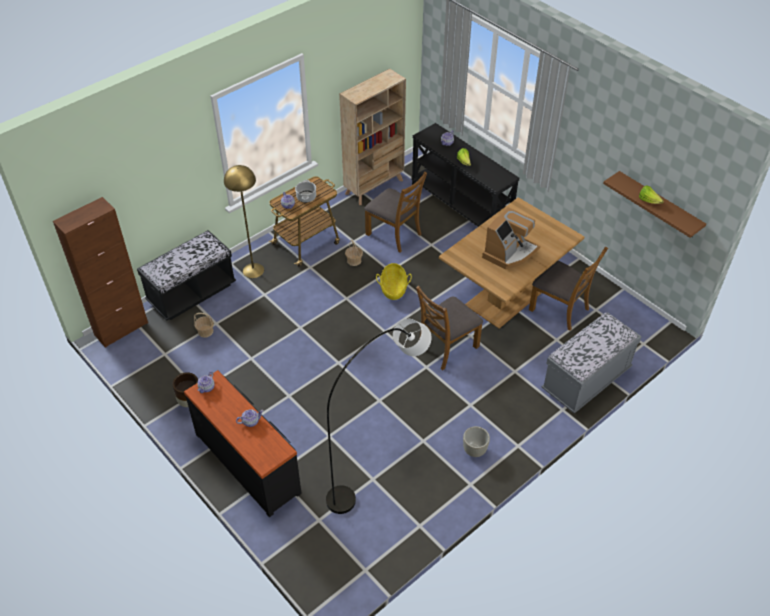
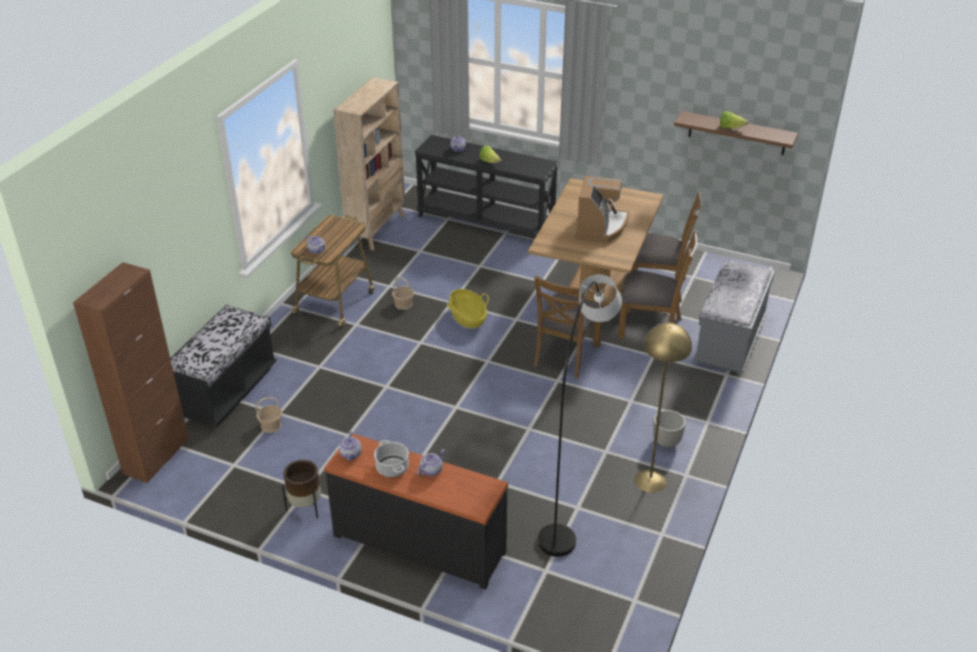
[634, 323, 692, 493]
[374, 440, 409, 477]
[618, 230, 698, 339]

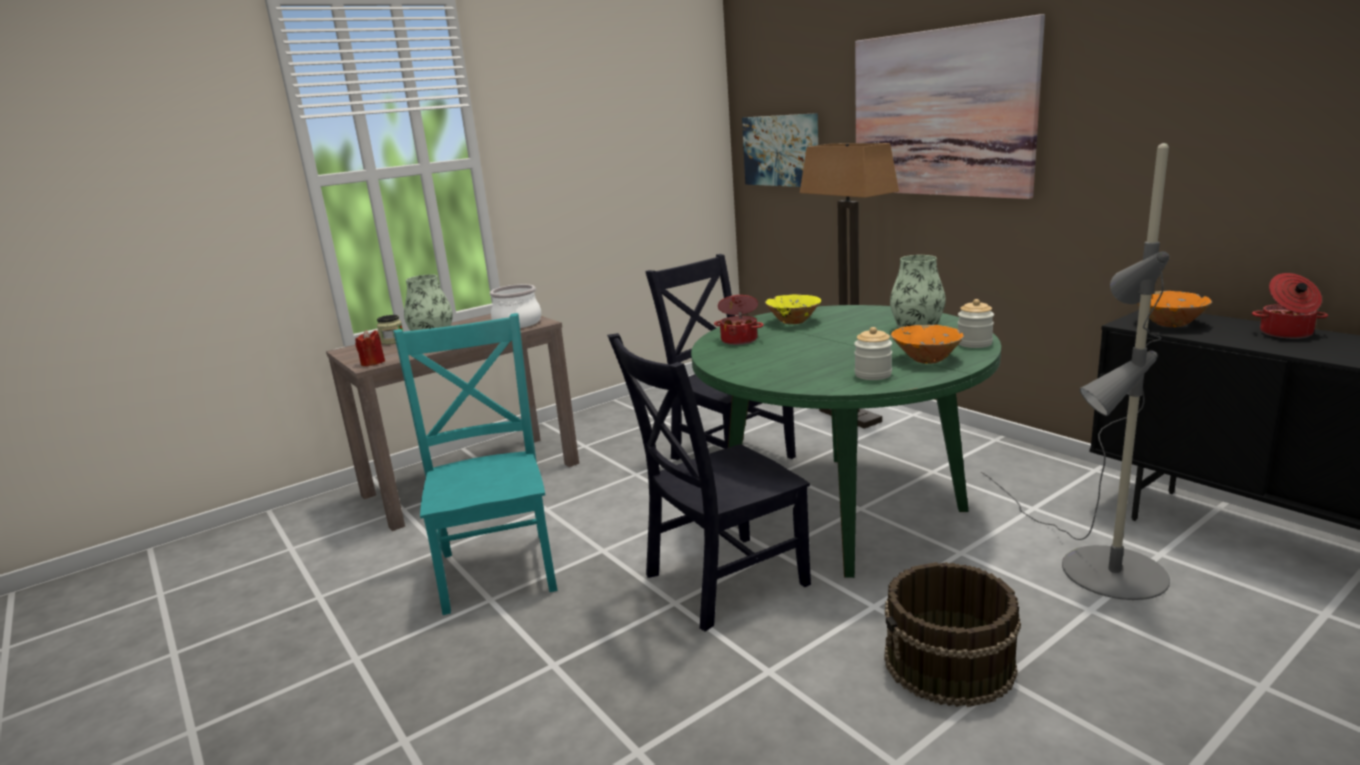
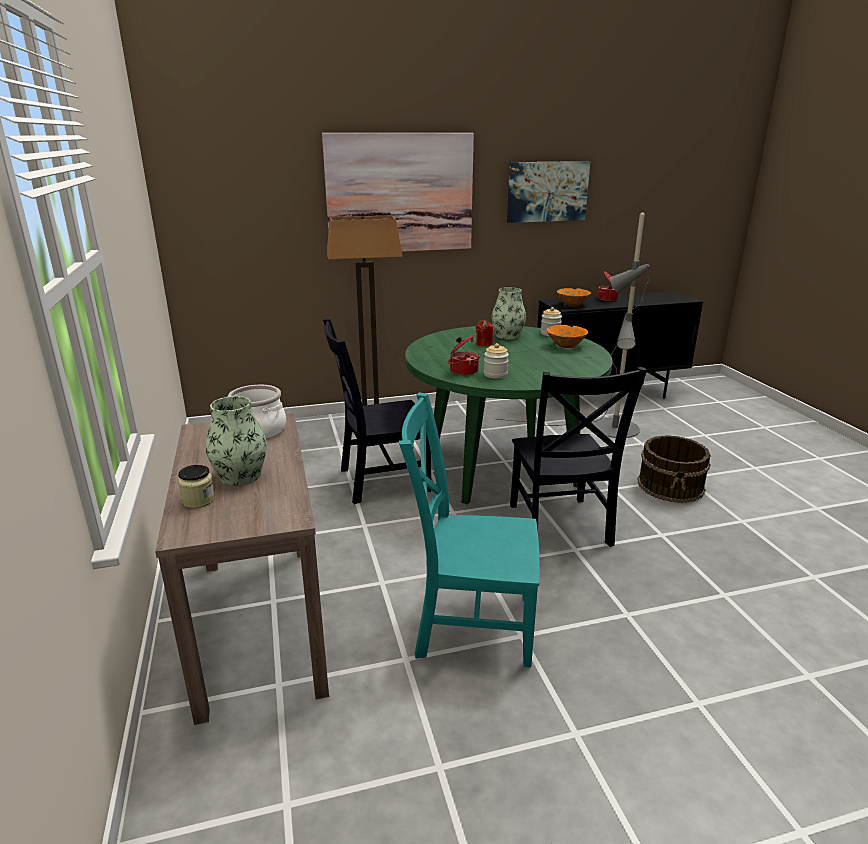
[765, 295, 821, 324] (first image)
[476, 320, 493, 346]
[507, 161, 590, 223]
[484, 343, 509, 379]

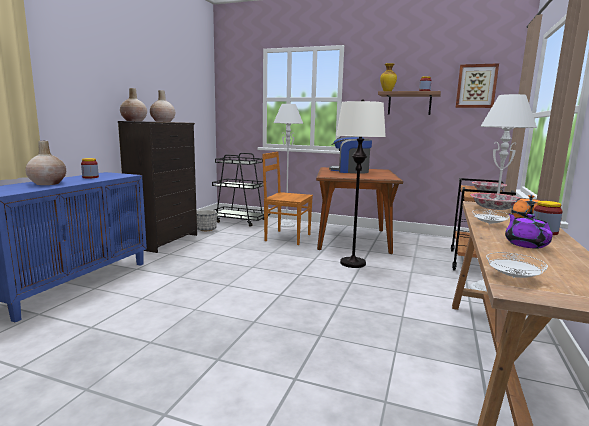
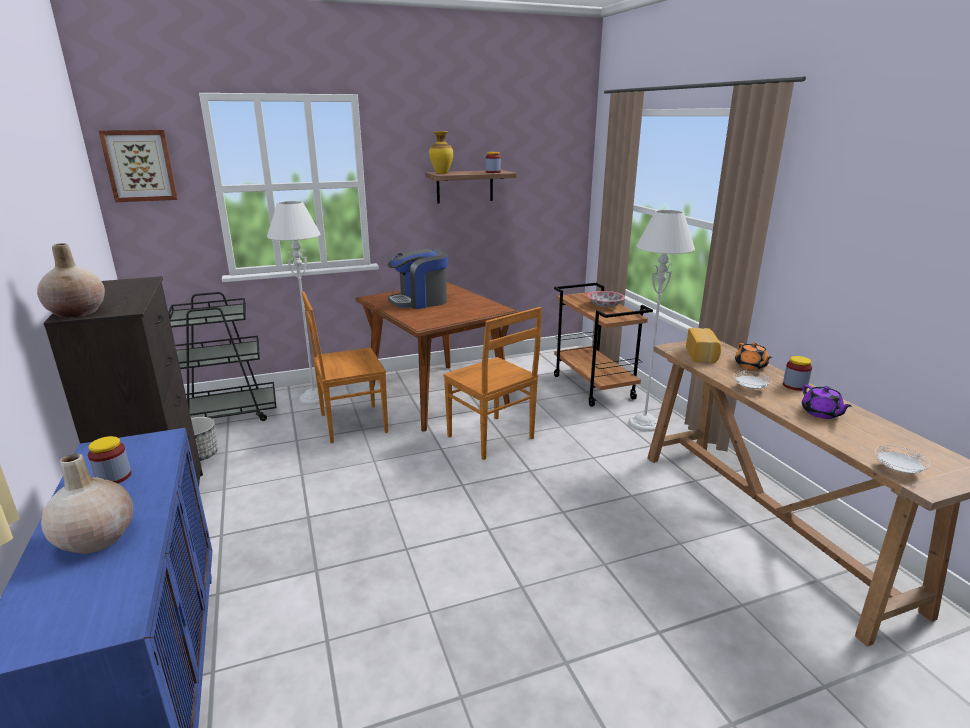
[150, 90, 175, 122] (first image)
[98, 130, 178, 202]
[443, 307, 542, 460]
[686, 328, 721, 363]
[802, 385, 852, 419]

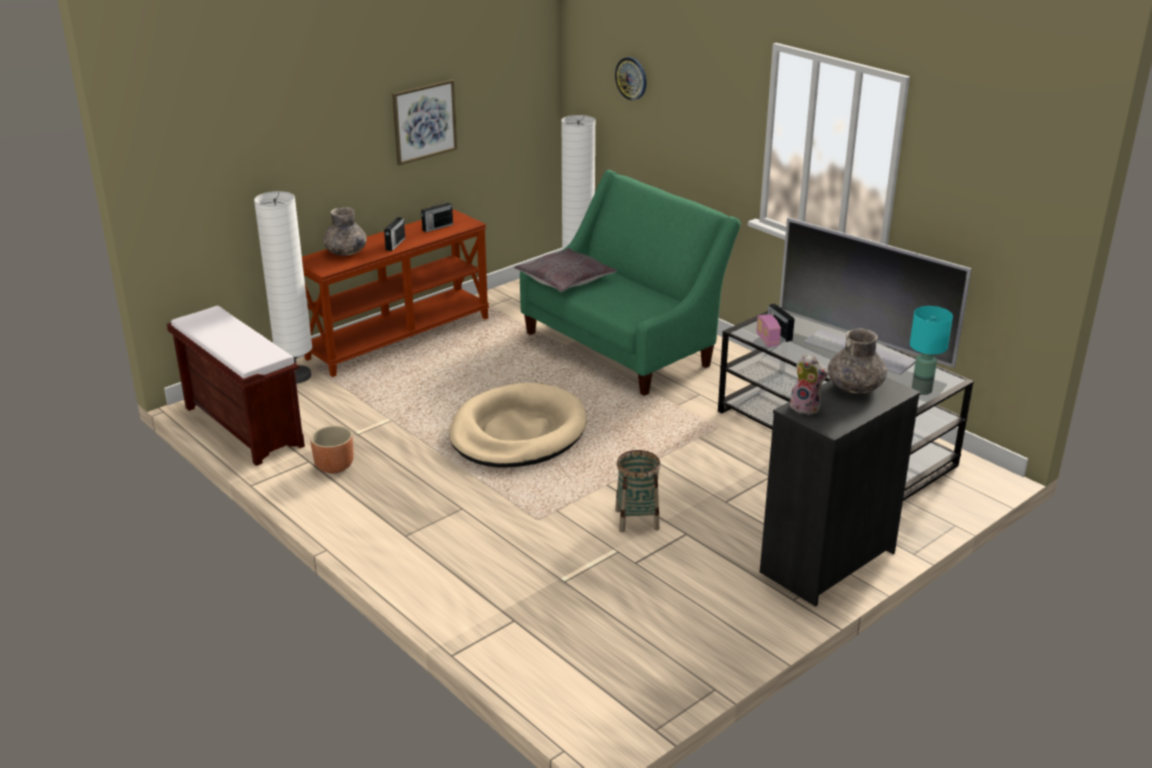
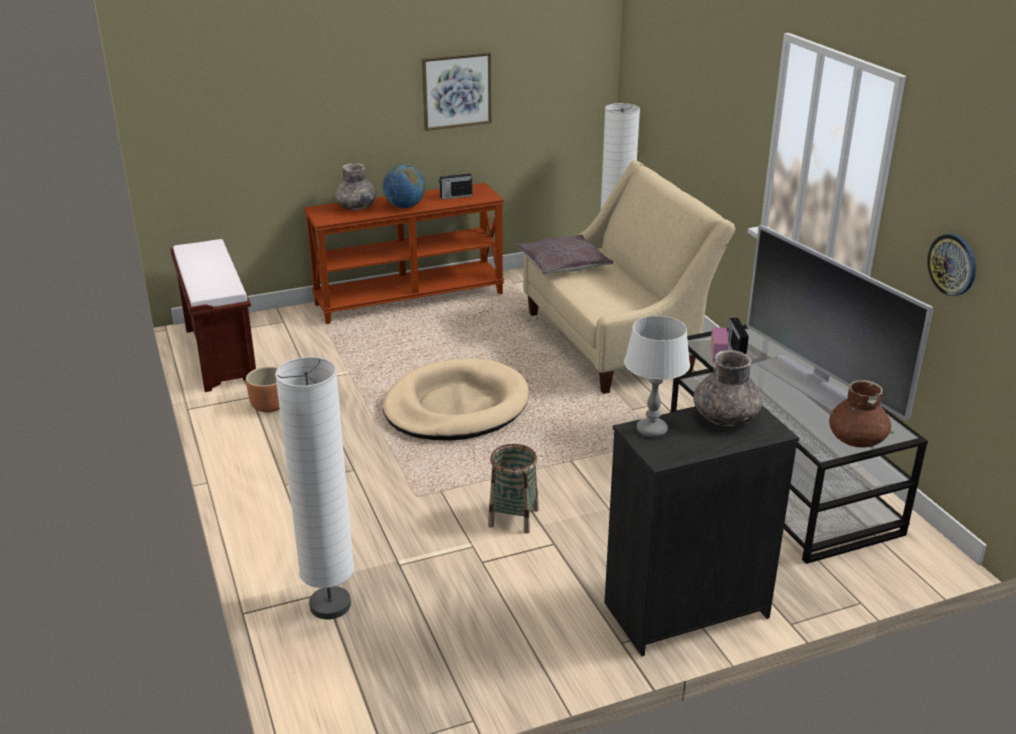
[275, 357, 354, 619]
[927, 234, 976, 296]
[383, 165, 426, 208]
[624, 316, 690, 437]
[829, 380, 891, 447]
[523, 160, 735, 394]

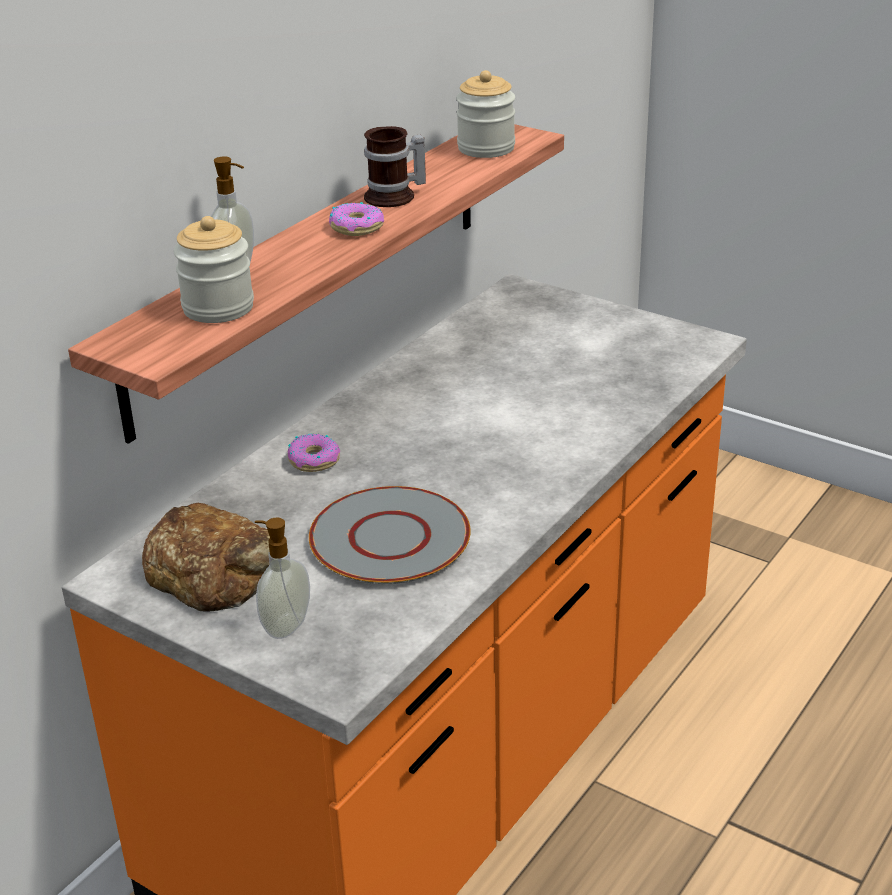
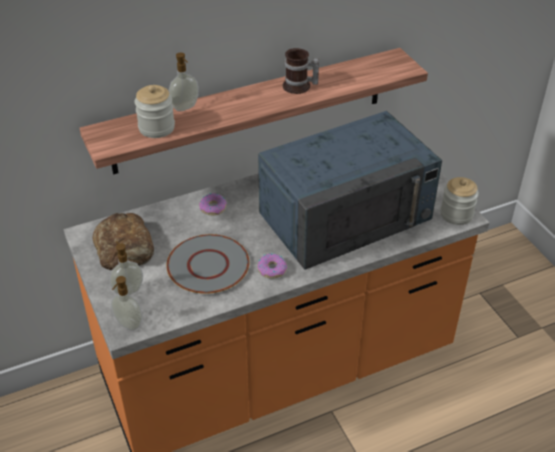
[111, 276, 142, 330]
[258, 111, 442, 270]
[258, 253, 287, 279]
[440, 177, 479, 225]

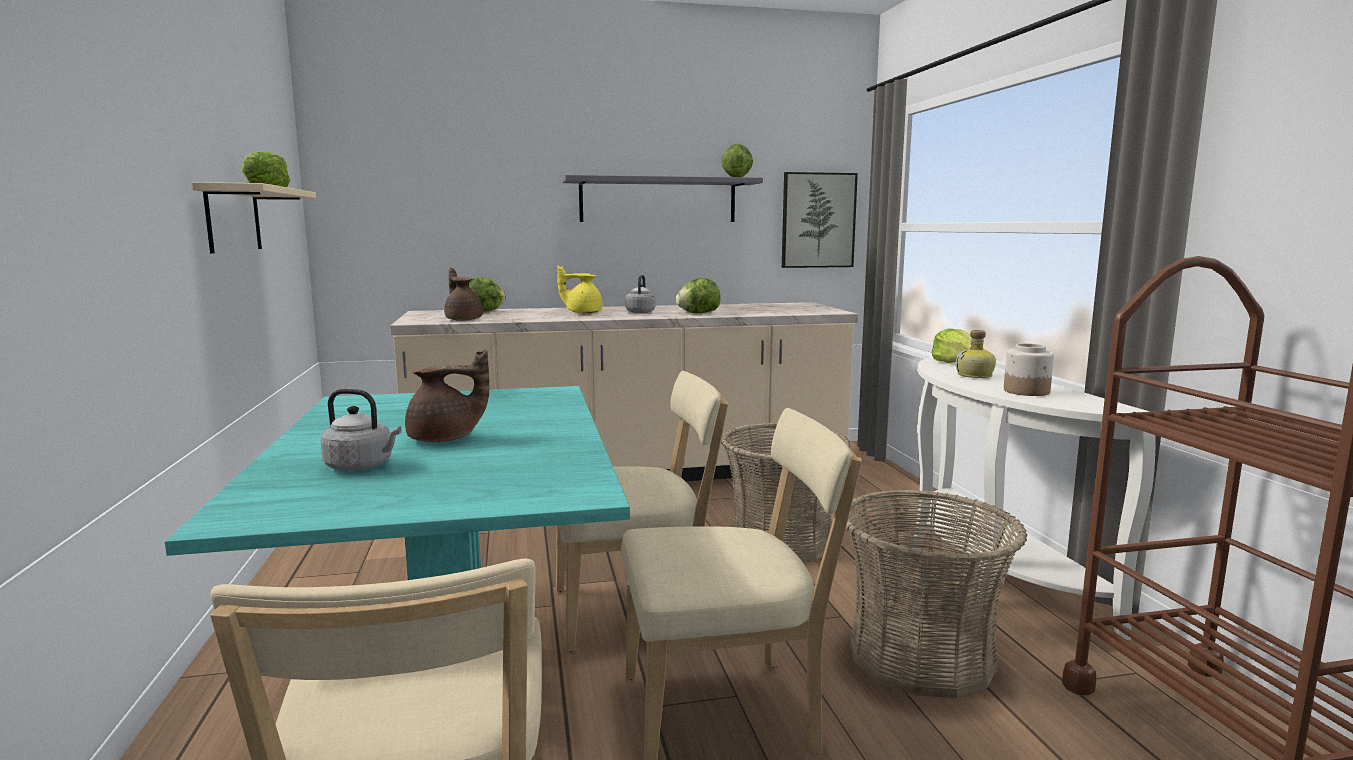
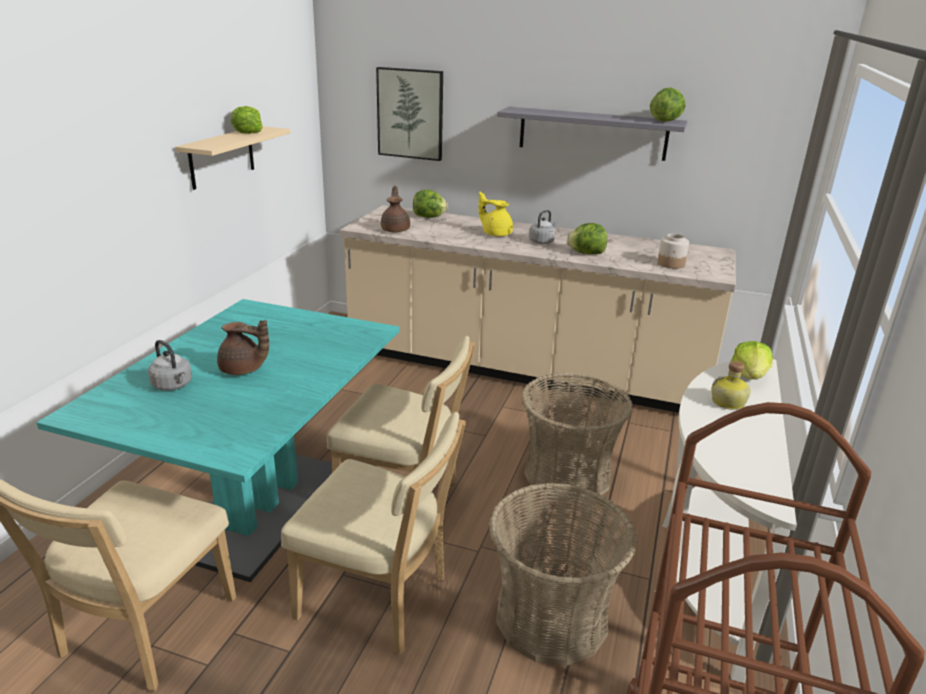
[376, 67, 443, 161]
[658, 233, 689, 269]

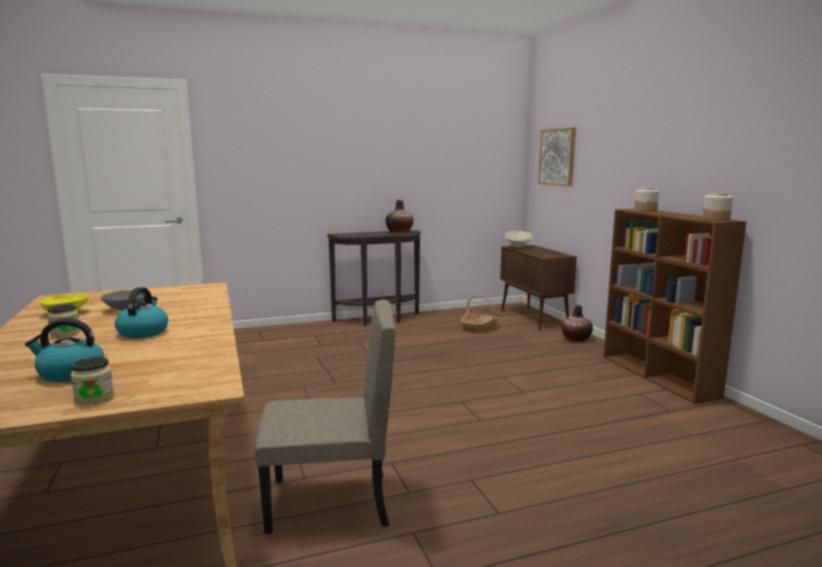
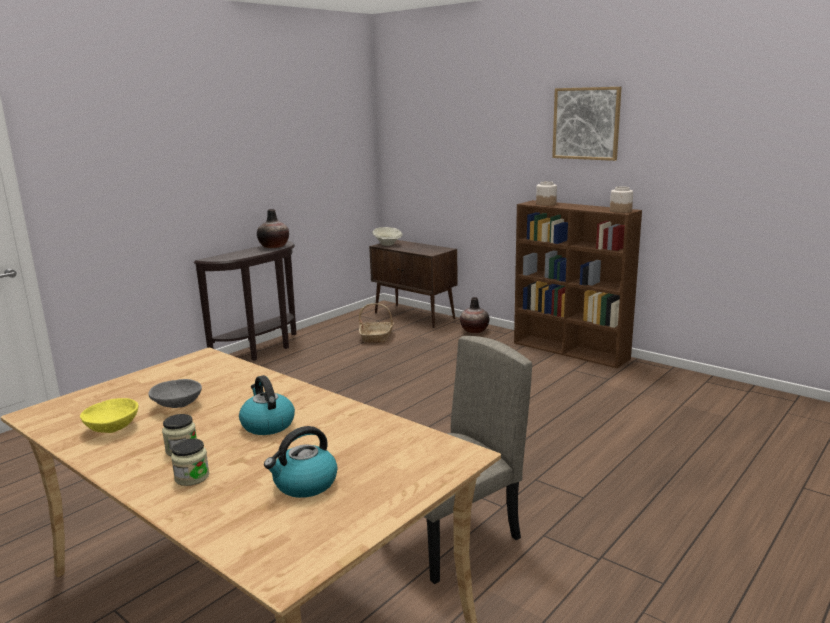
[171, 439, 209, 486]
[552, 87, 621, 161]

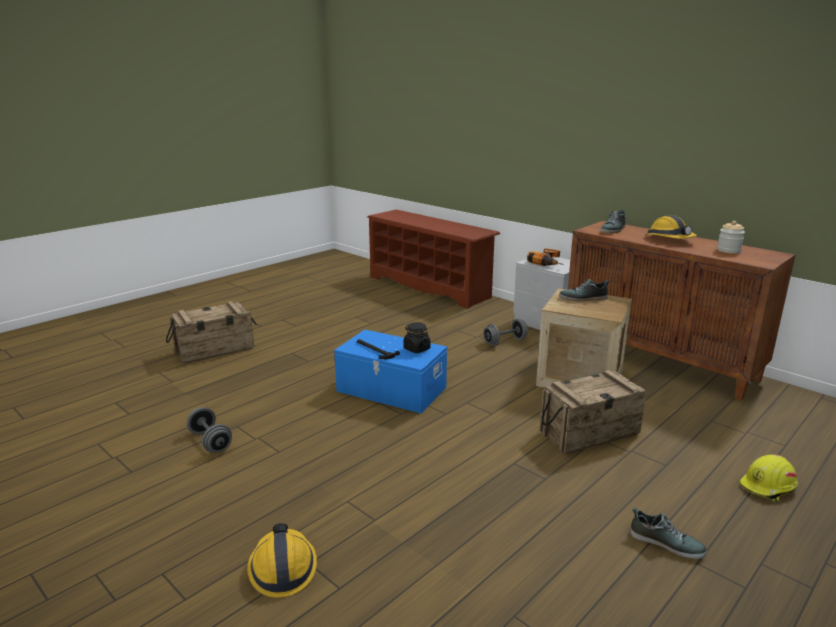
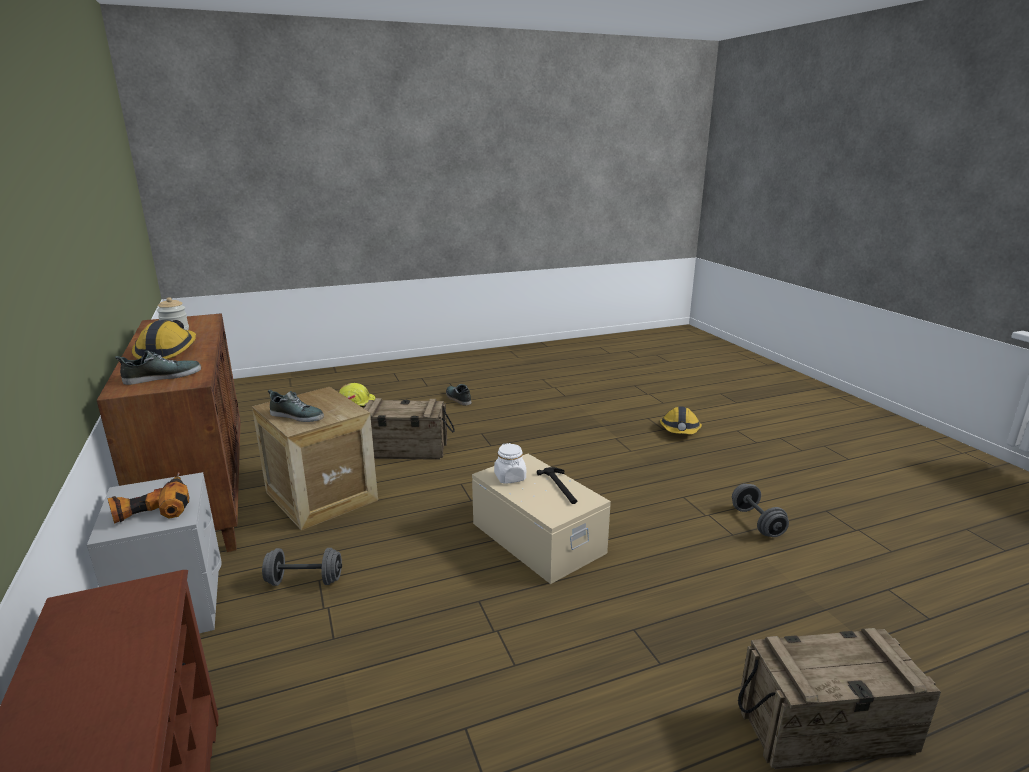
[472, 454, 611, 584]
[494, 443, 526, 484]

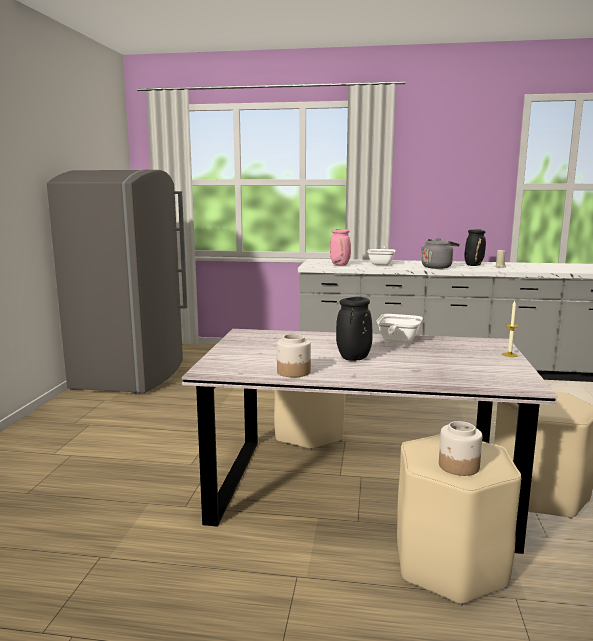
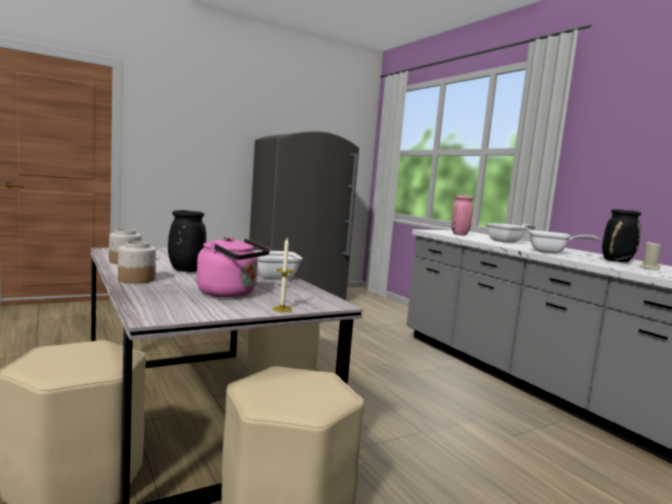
[197, 236, 270, 298]
[118, 241, 156, 284]
[528, 230, 601, 254]

